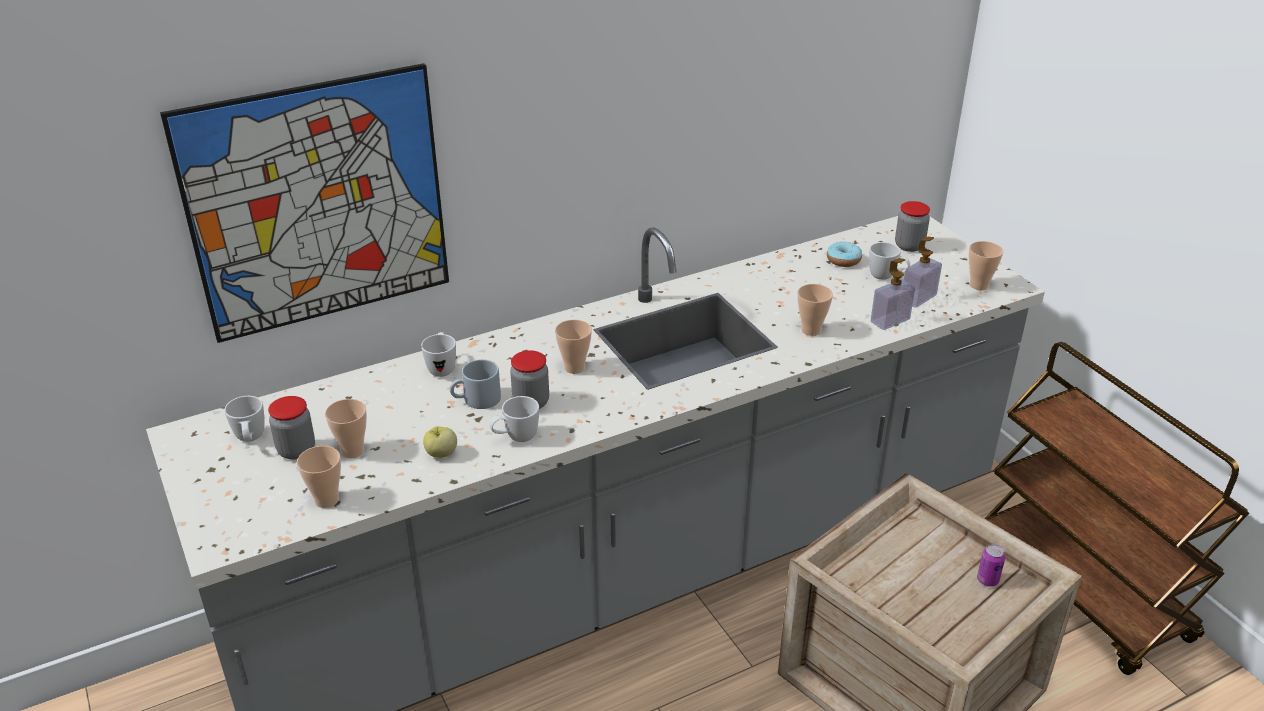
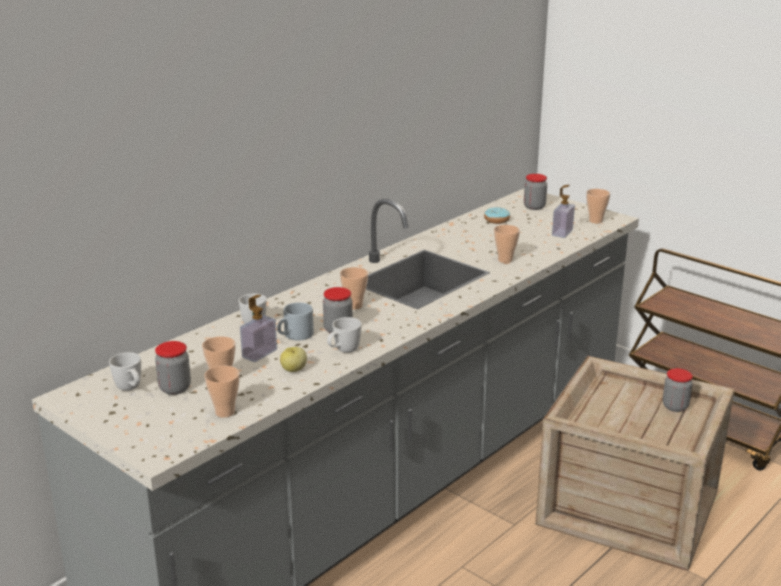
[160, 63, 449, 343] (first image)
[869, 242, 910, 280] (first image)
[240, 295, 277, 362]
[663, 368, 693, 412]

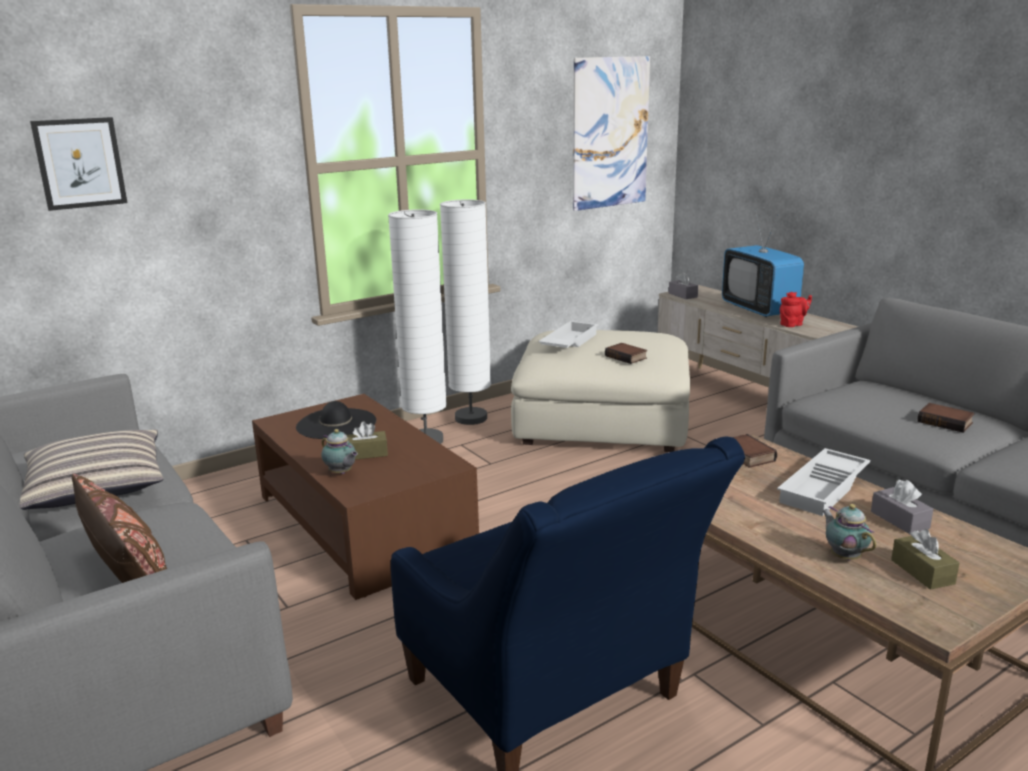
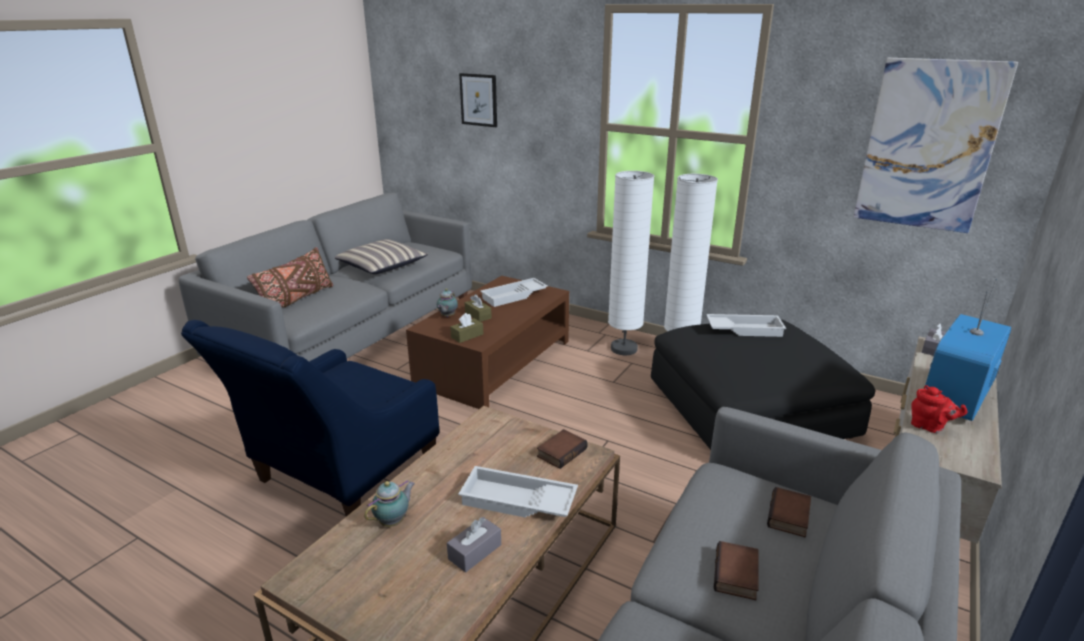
[767, 487, 811, 537]
[450, 313, 483, 343]
[480, 278, 548, 307]
[651, 319, 875, 450]

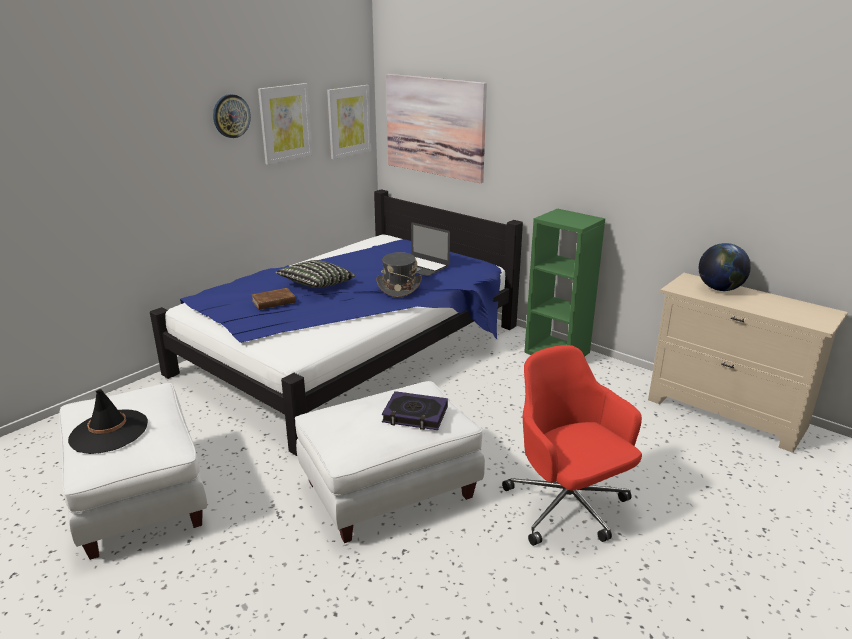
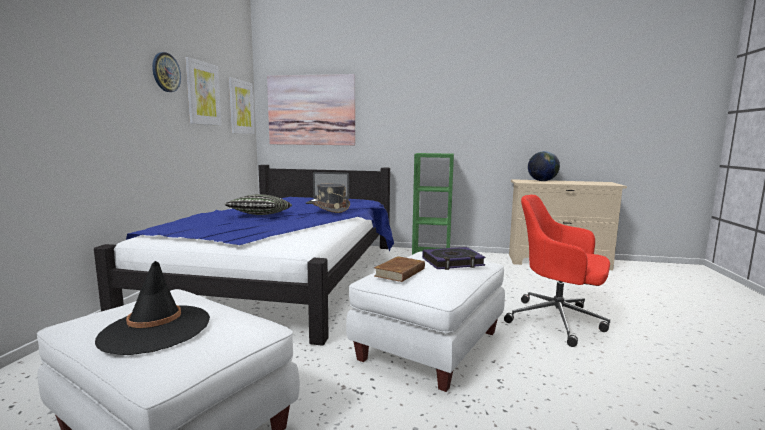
[374, 256, 425, 282]

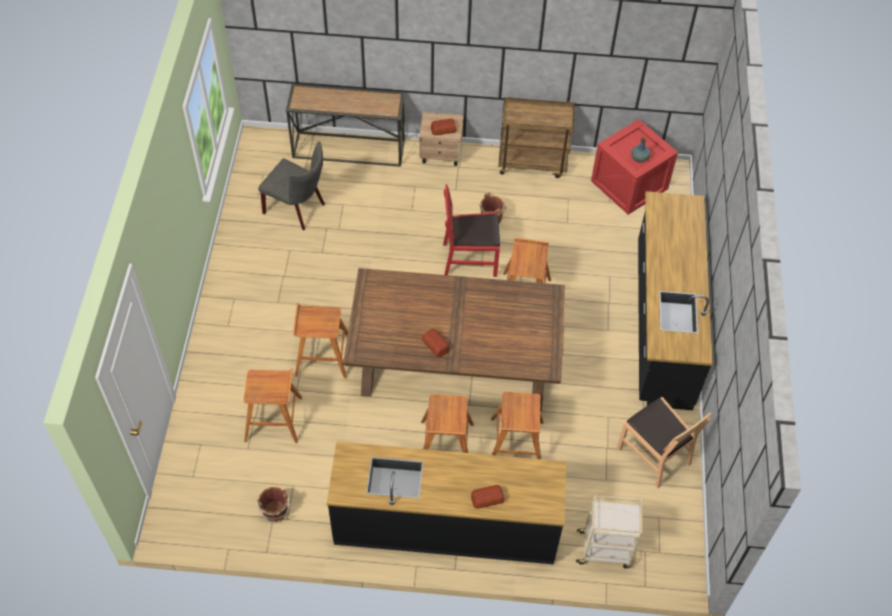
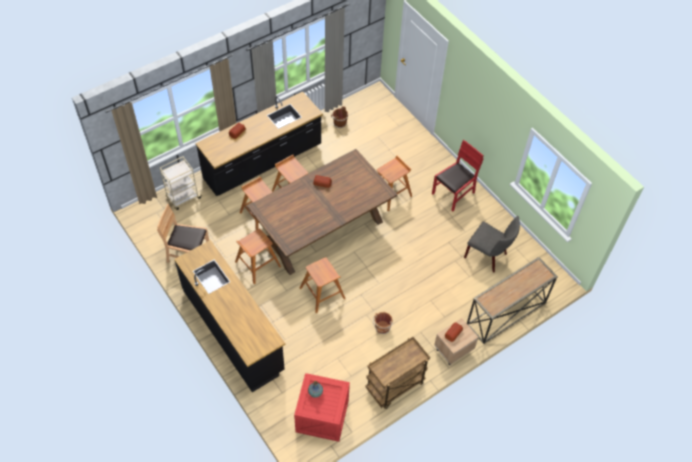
[235, 229, 281, 284]
[432, 140, 484, 212]
[464, 216, 520, 273]

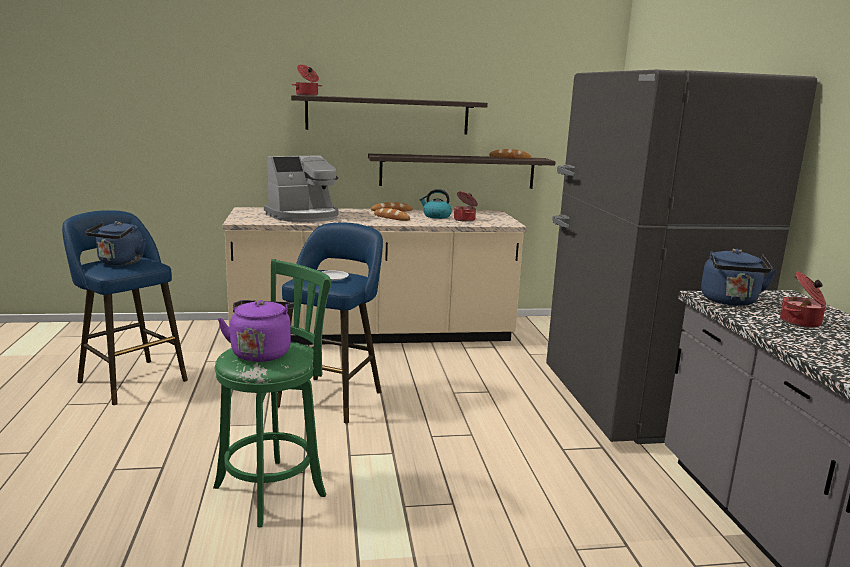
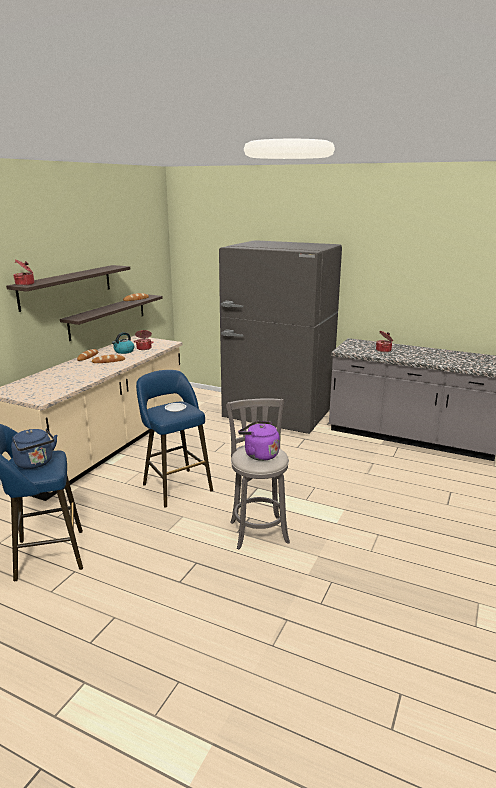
[264, 155, 339, 222] (first image)
[701, 249, 776, 306] (first image)
[226, 398, 290, 549]

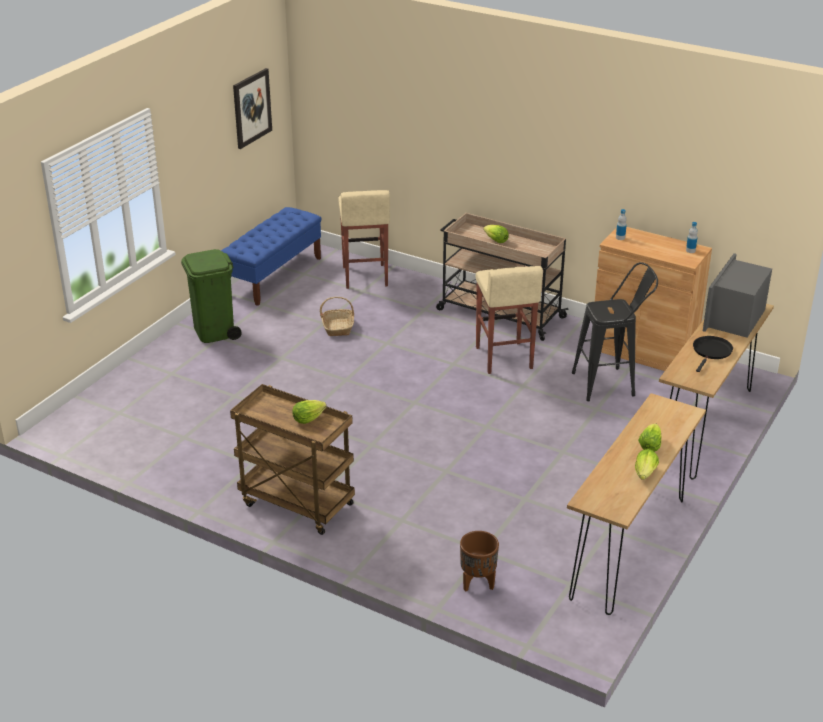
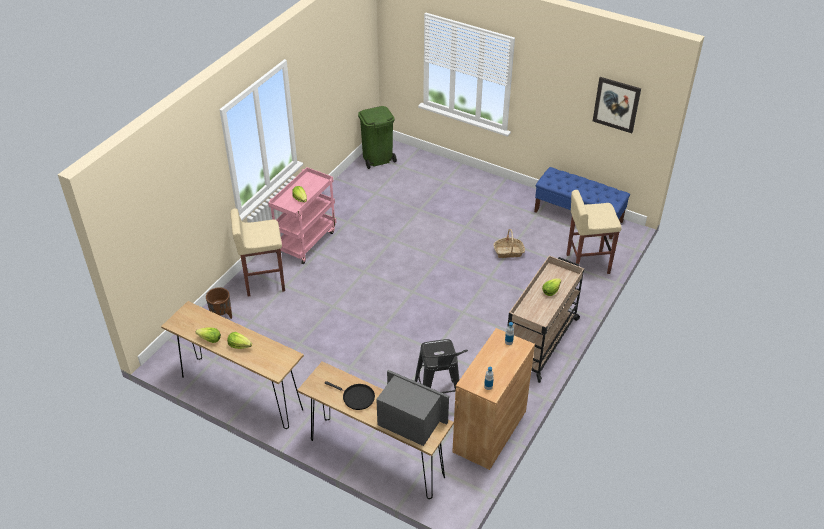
[358, 106, 397, 169]
[230, 208, 285, 297]
[268, 167, 336, 264]

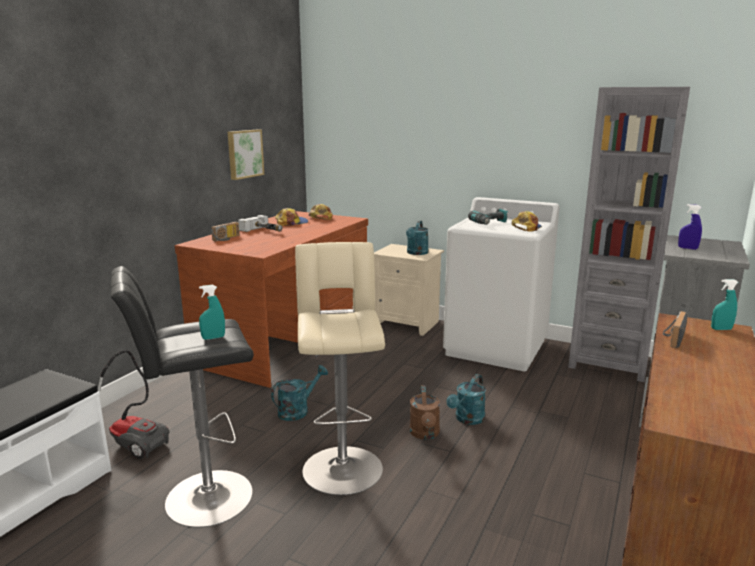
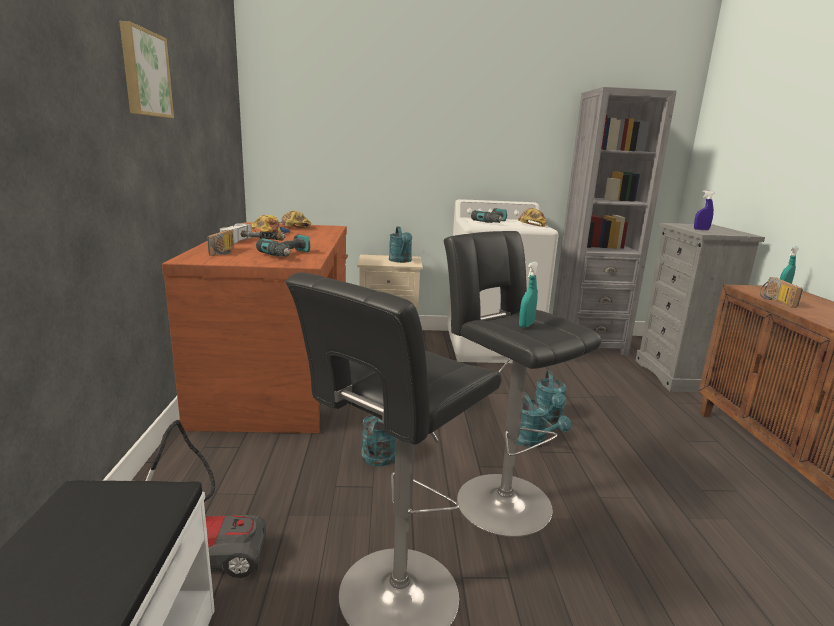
[256, 234, 310, 257]
[519, 262, 538, 328]
[119, 21, 174, 118]
[444, 231, 601, 537]
[517, 392, 571, 448]

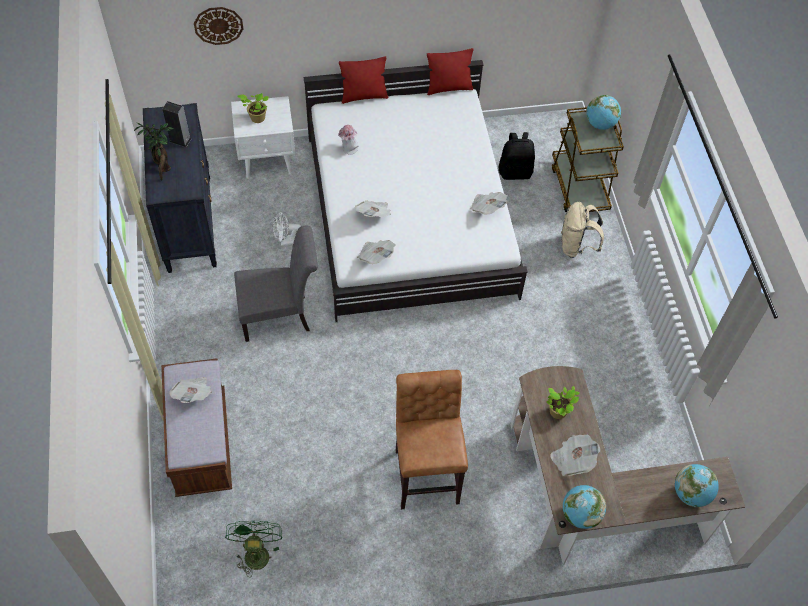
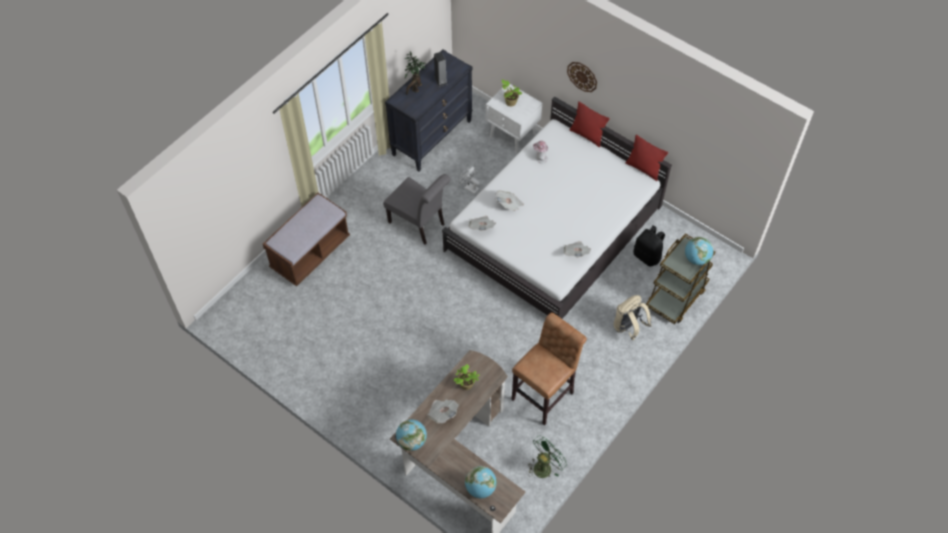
[169, 377, 212, 403] (first image)
[567, 62, 597, 92]
[528, 435, 566, 478]
[511, 313, 587, 425]

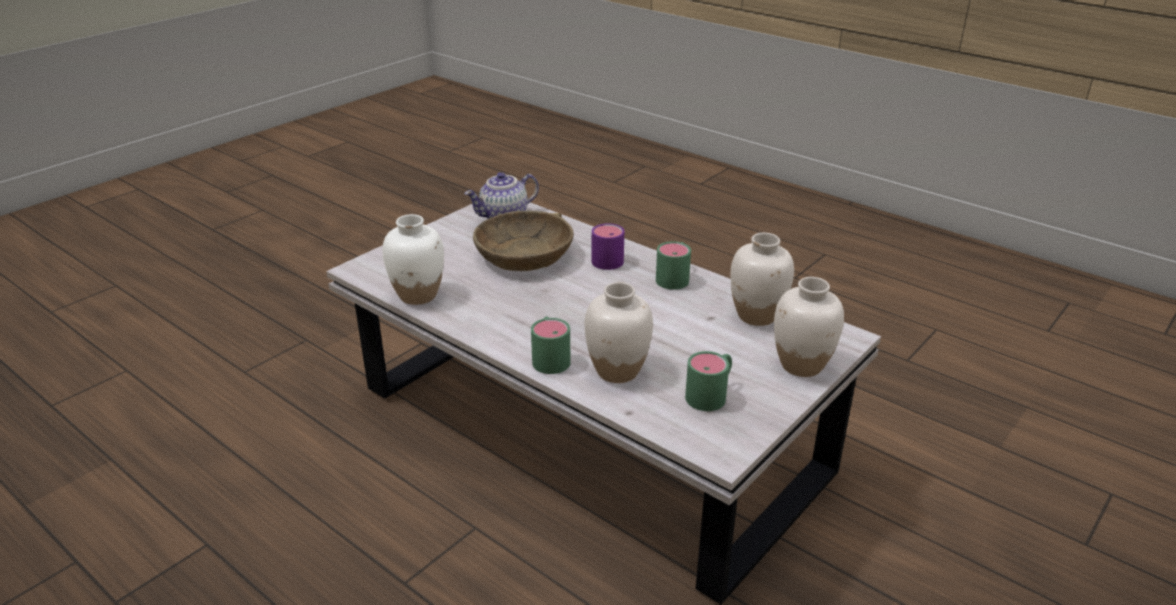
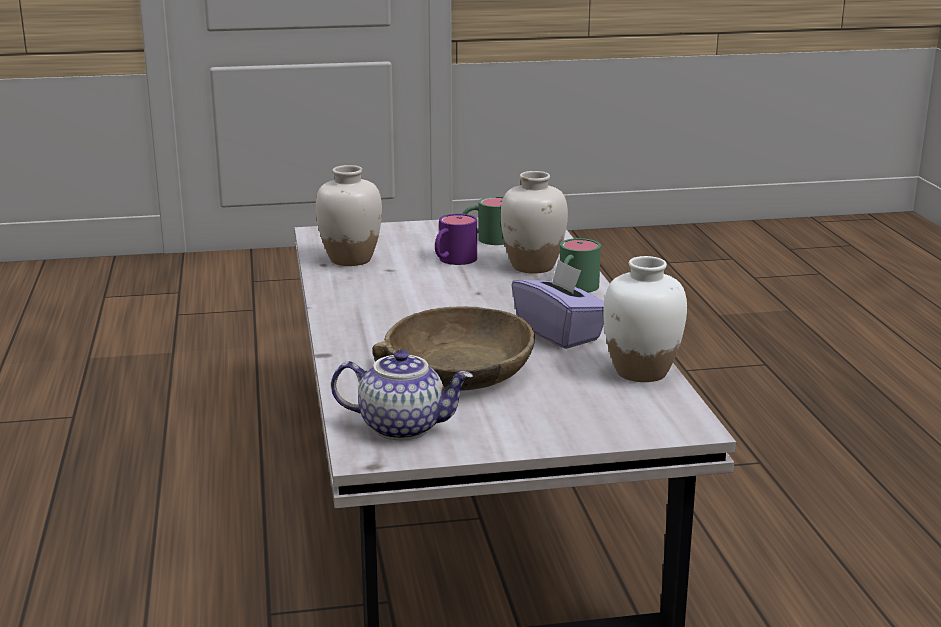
[656, 241, 691, 290] (first image)
[774, 277, 844, 377] (first image)
[511, 259, 604, 349]
[435, 214, 477, 265]

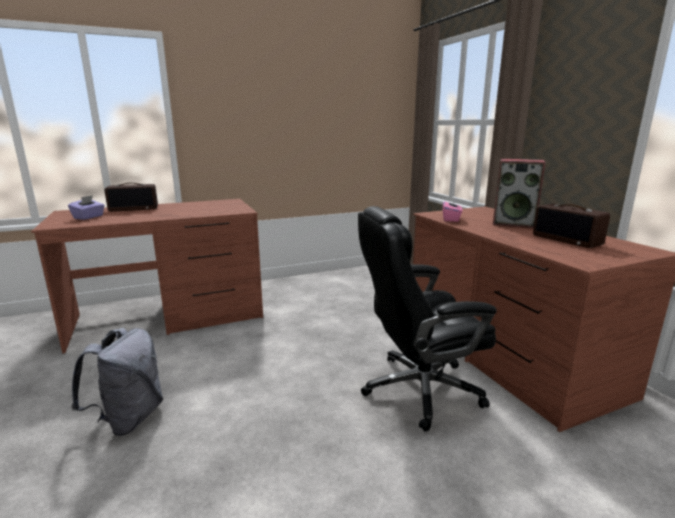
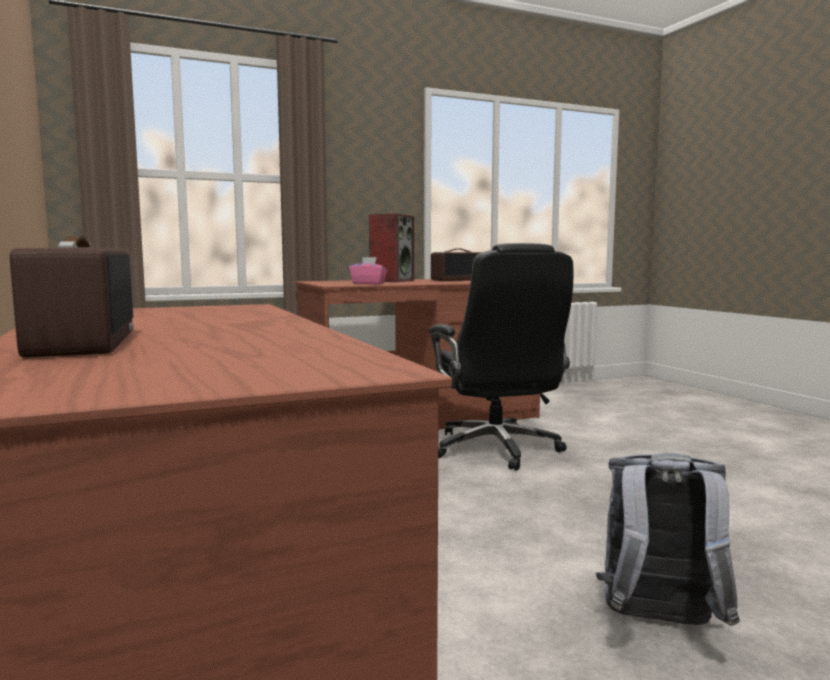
[68, 195, 105, 220] (first image)

